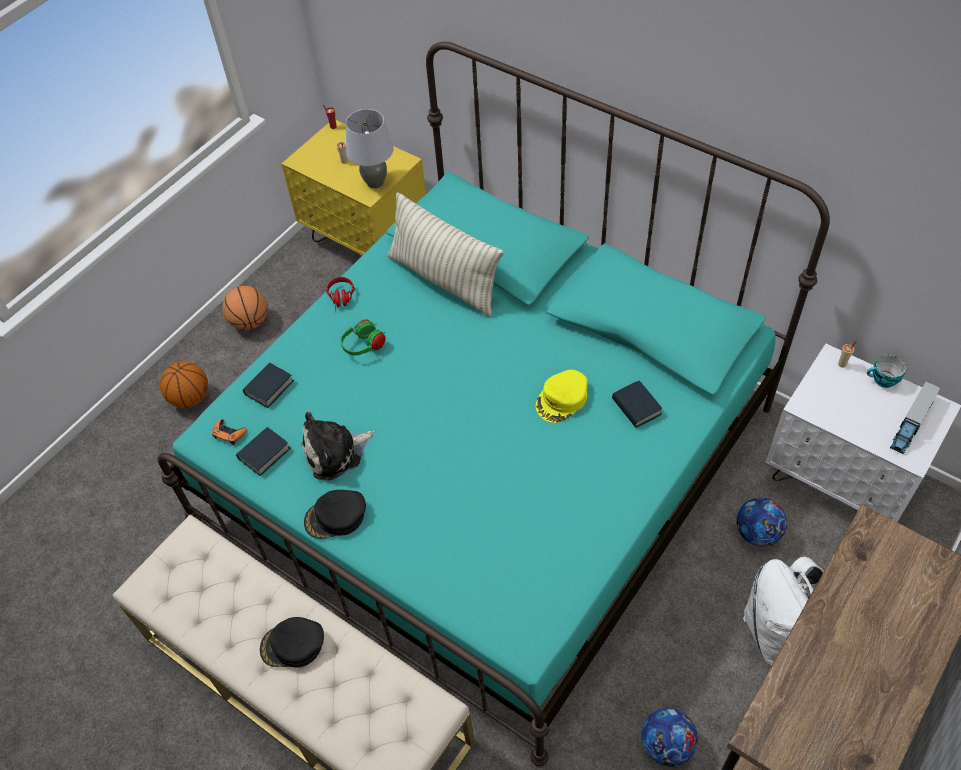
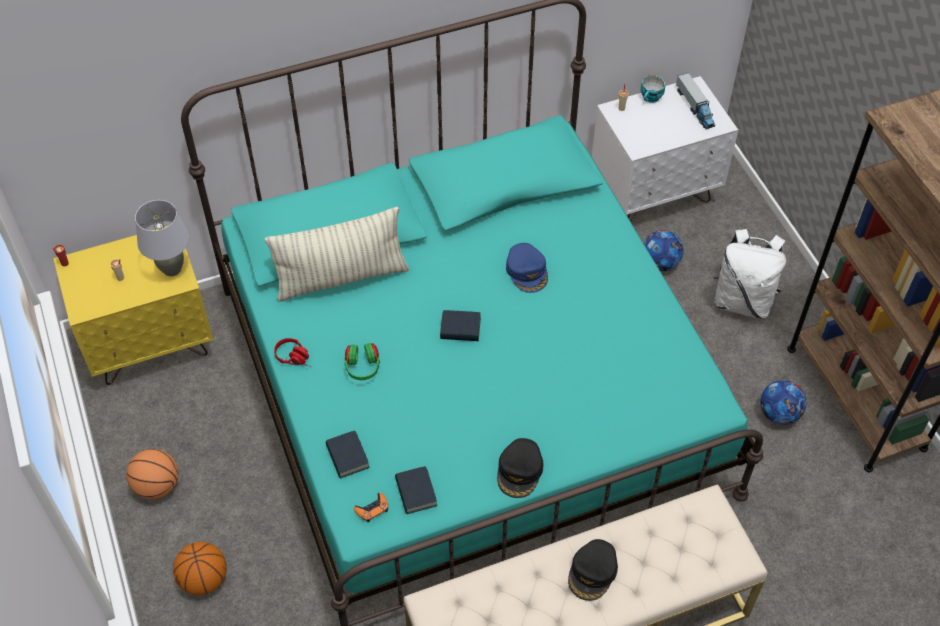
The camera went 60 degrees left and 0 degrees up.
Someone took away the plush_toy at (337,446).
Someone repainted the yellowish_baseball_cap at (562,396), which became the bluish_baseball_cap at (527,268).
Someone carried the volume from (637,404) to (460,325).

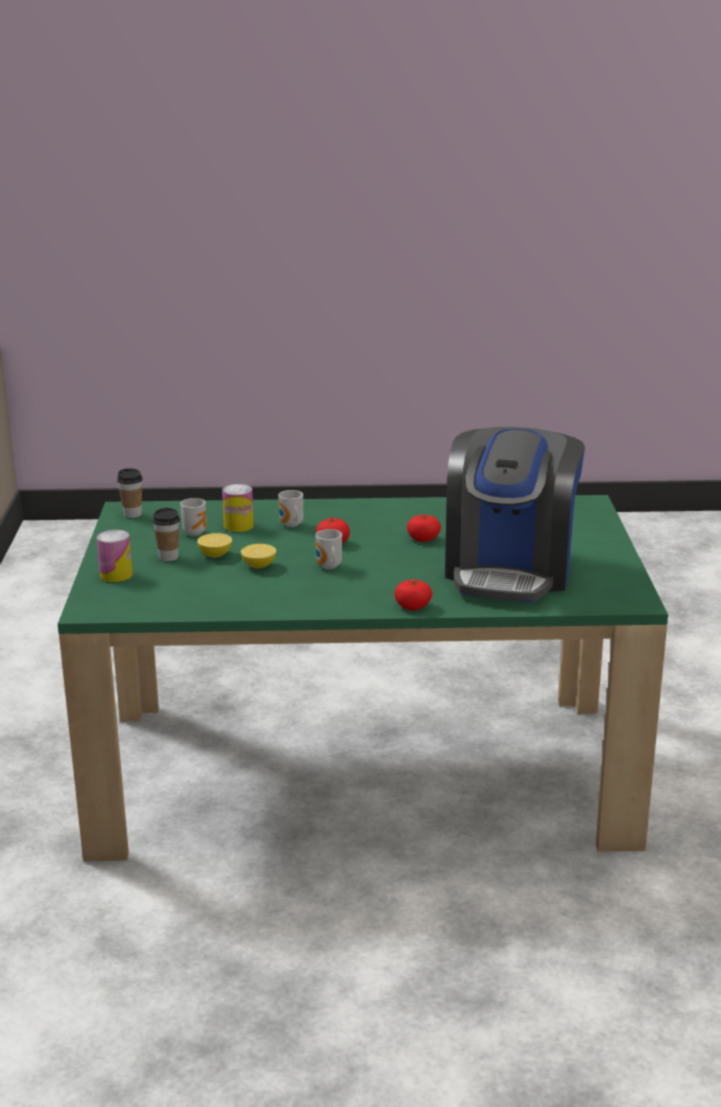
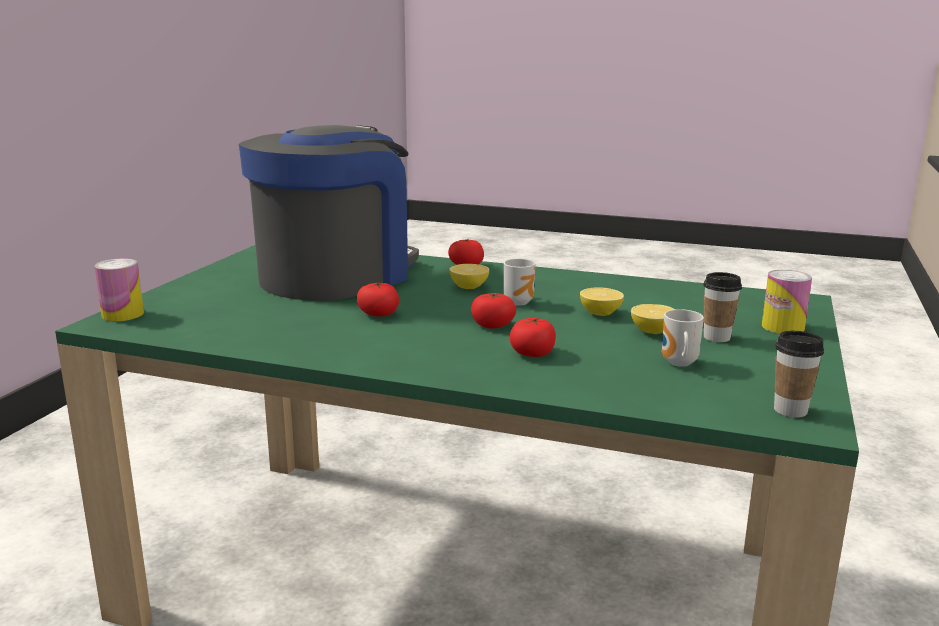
The camera went 160 degrees left and 5 degrees down.
Someone carried the metal_can from (238,508) to (119,289).
Someone swapped the mug at (290,508) for the fresh_tomato at (533,337).
Someone put down the whole_lemon at (469,276).

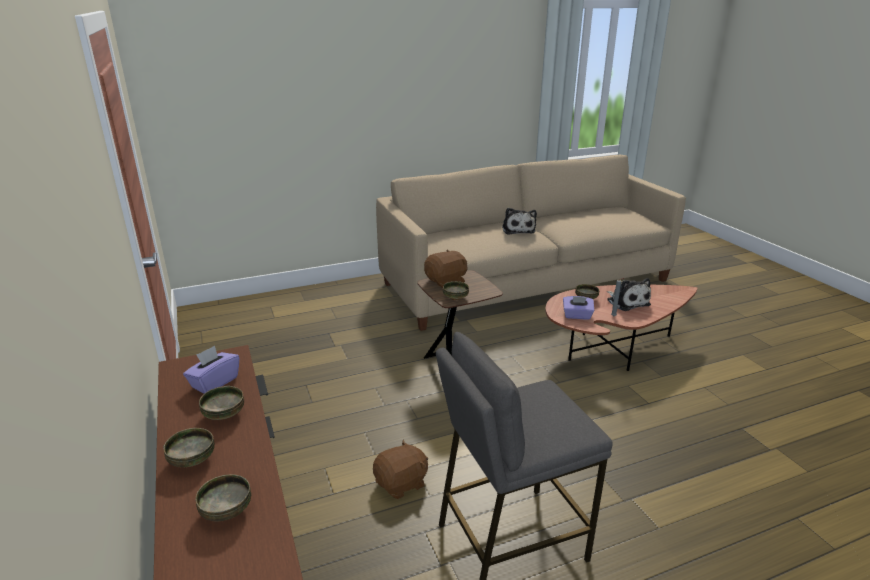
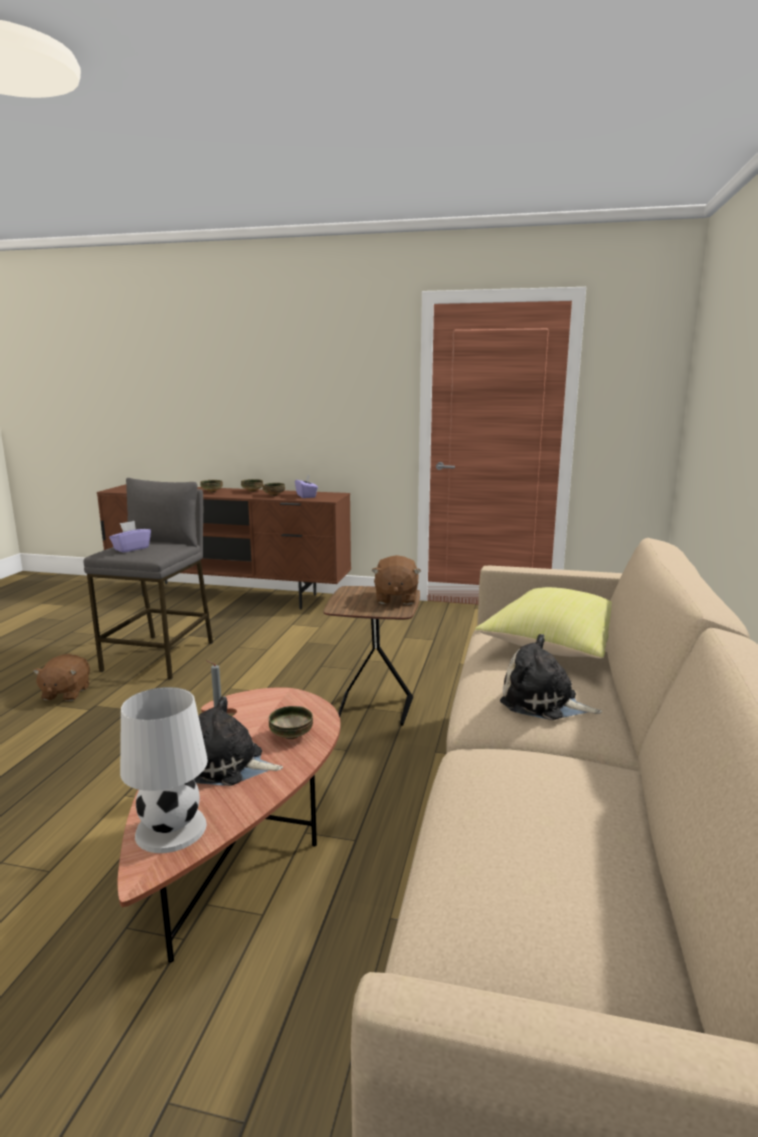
The camera went 125 degrees right and 10 degrees down.
Someone carried the brown_plush_toy from (400,469) to (61,677).
Someone took away the serving_bowl at (456,290).
Someone carried the purple_box_of_tissues from (578,308) to (130,537).
Someone put down the white_lamp_for_a_table at (164,770).
Someone put down the yellowish_throw_pillow at (543,623).

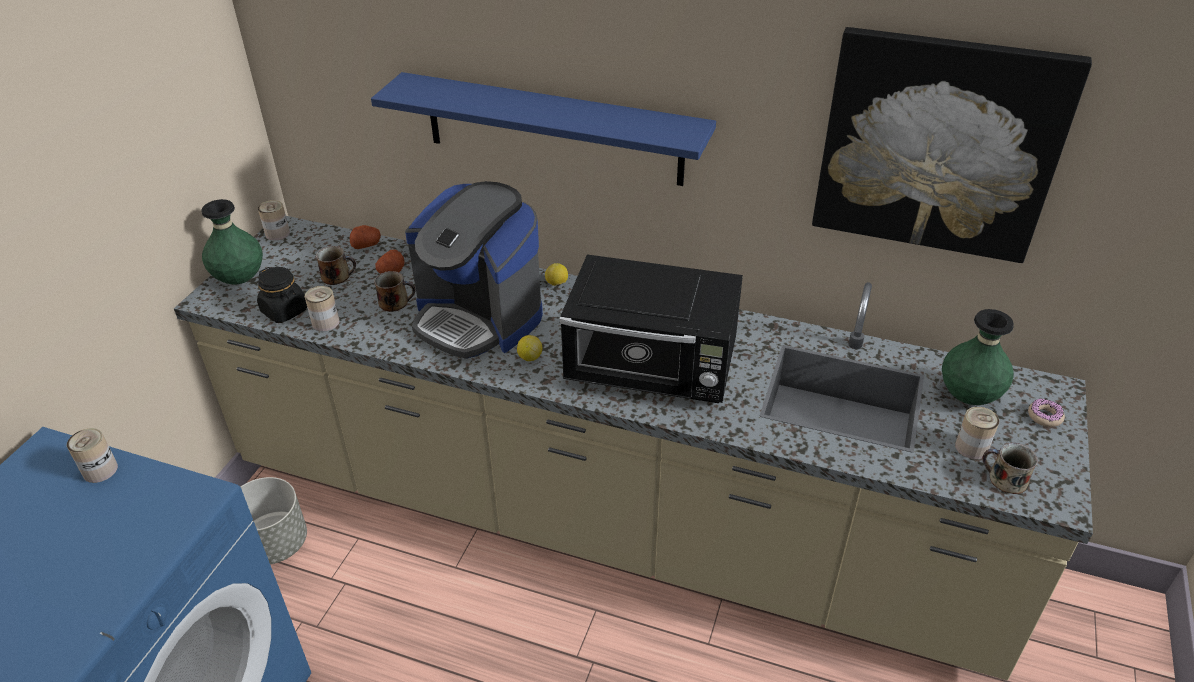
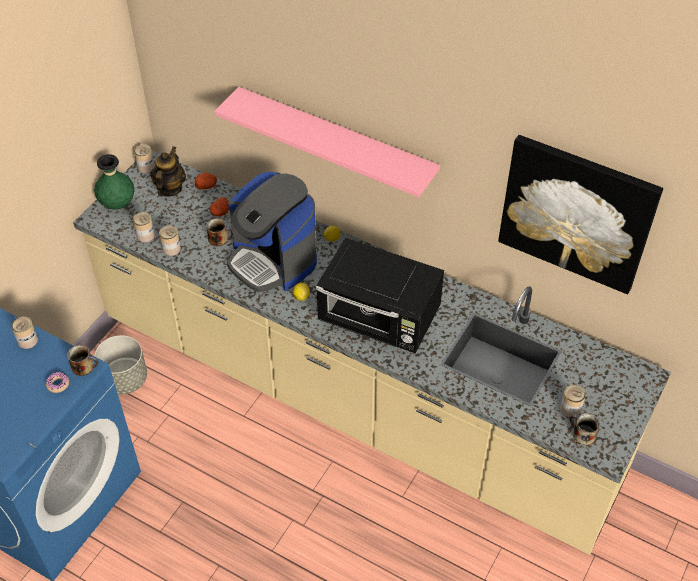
The camera went 10 degrees right and 10 degrees up.
Someone swapped the blackish_preserve_jar at (282,295) for the metal_can at (144,227).
Someone carried the mug from (336,265) to (83,360).
Someone repainted the bluish_wall_shelf at (543,129), which became the pinkish_wall_shelf at (327,142).
Someone took away the greenish_flower_vase at (978,357).
Someone carried the ring_doughnut from (1046,413) to (57,382).
Someone put down the tea_pot at (168,171).

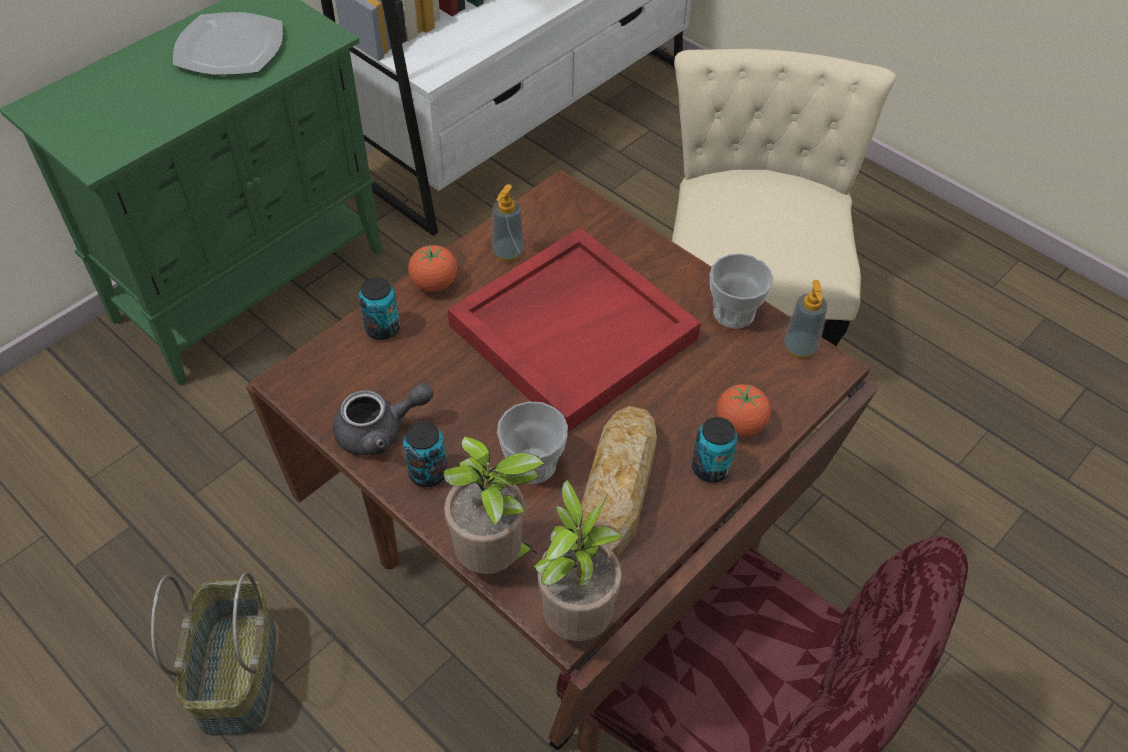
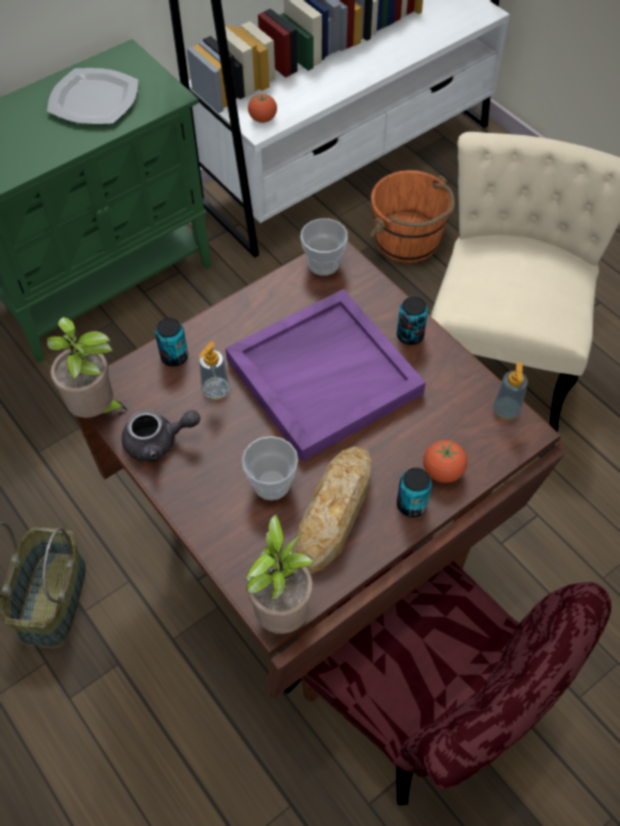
The camera went 10 degrees right and 5 degrees up.
Someone carried the metal_can from (425,454) to (412,321).
Someone carried the fresh_tomato from (432,268) to (262,108).
Someone carried the potted_plant from (494,505) to (87,367).
Someone repainted the red-coloured_serving_tray at (574,330), which became the purple_serving_tray at (325,375).
Someone carried the liquid_soap_bottle from (508,223) to (214,371).
Someone carried the small_cup from (741,291) to (324,247).
Someone put down the orange-coloured_pail at (412,216).

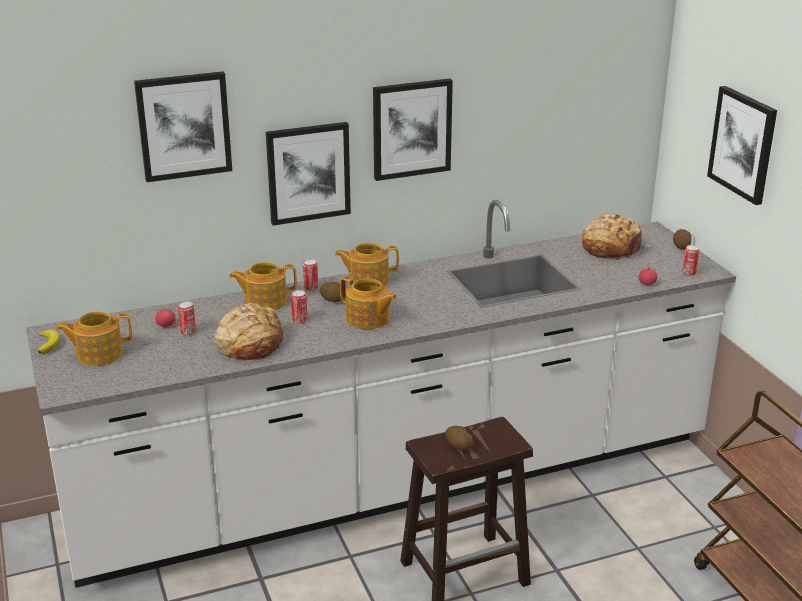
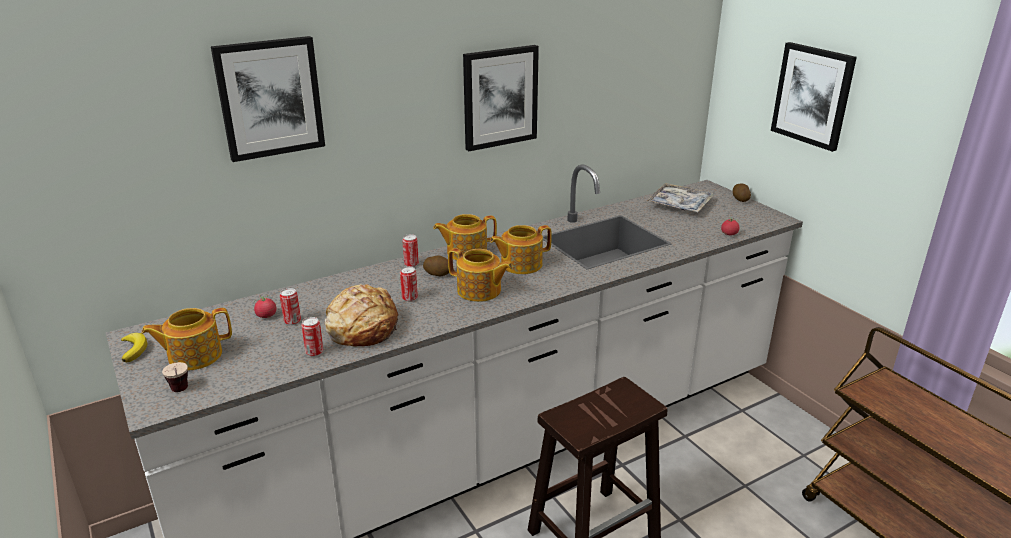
The camera went 10 degrees left and 0 degrees up.
Someone carried the tea_pot from (263,286) to (521,249).
Someone took away the picture at (308,174).
Someone took away the spud at (459,438).
Someone swapped the baked_bread at (616,236) for the serving_tray at (680,197).
Someone carried the metal_can from (691,260) to (312,337).
Someone put down the small_cup at (175,377).

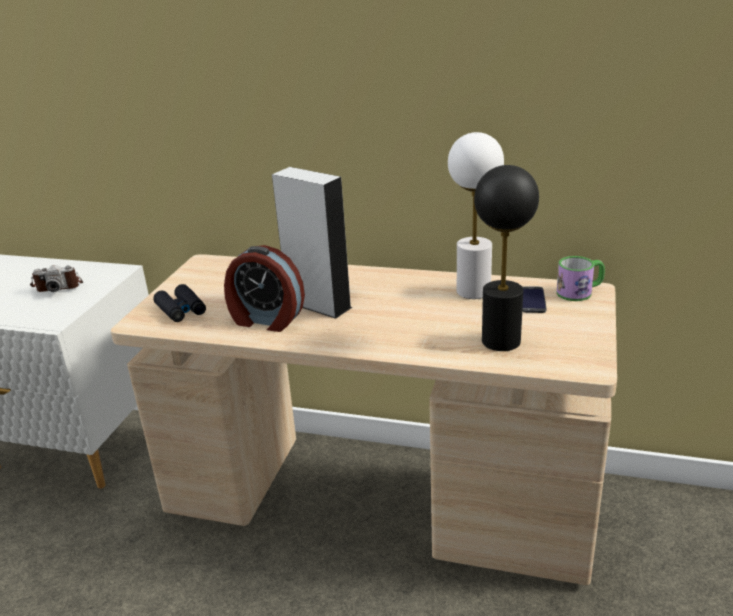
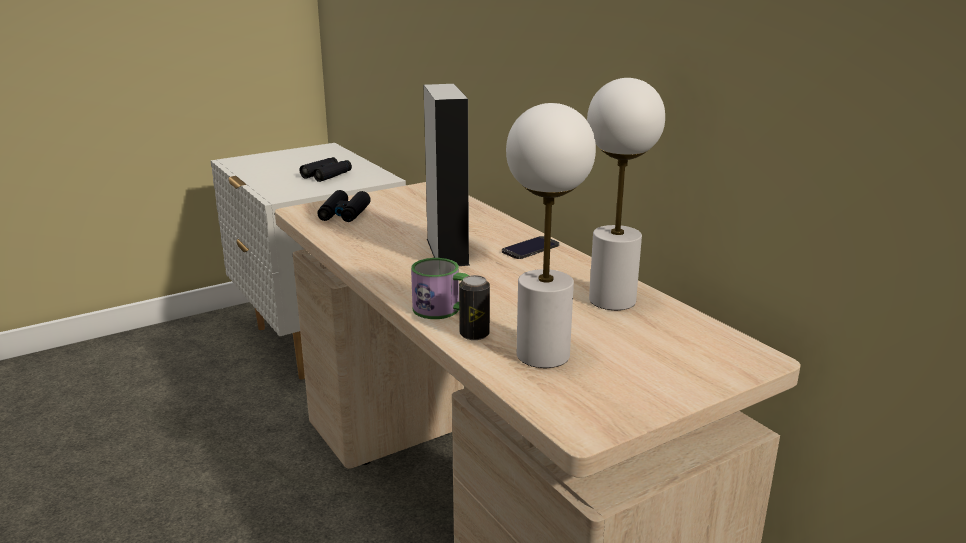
The camera went 40 degrees right and 5 degrees down.
Someone swapped the photo_camera at (56,278) for the blackish_binoculars at (326,169).
Someone took away the bedside_clock at (264,288).
Someone repainted the blackish_lamp_for_a_table at (506,258), which became the white_lamp_for_a_table at (551,235).
Someone carried the phone from (534,299) to (530,247).
Someone carried the mug from (581,278) to (440,288).
Someone put down the metal_can at (474,307).

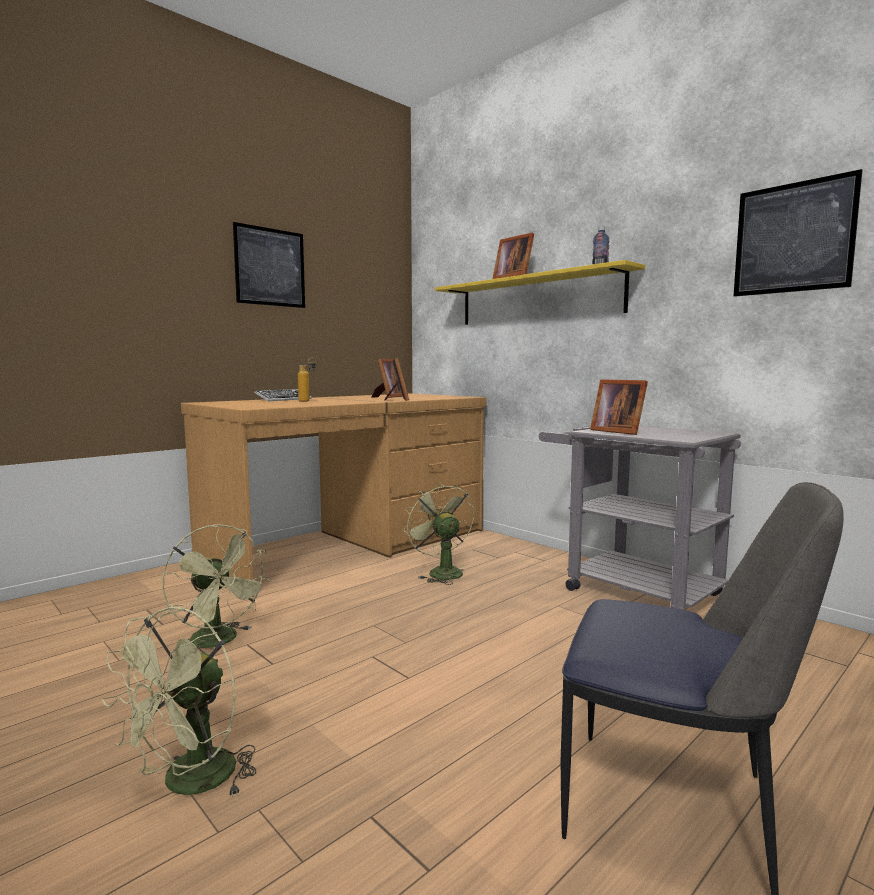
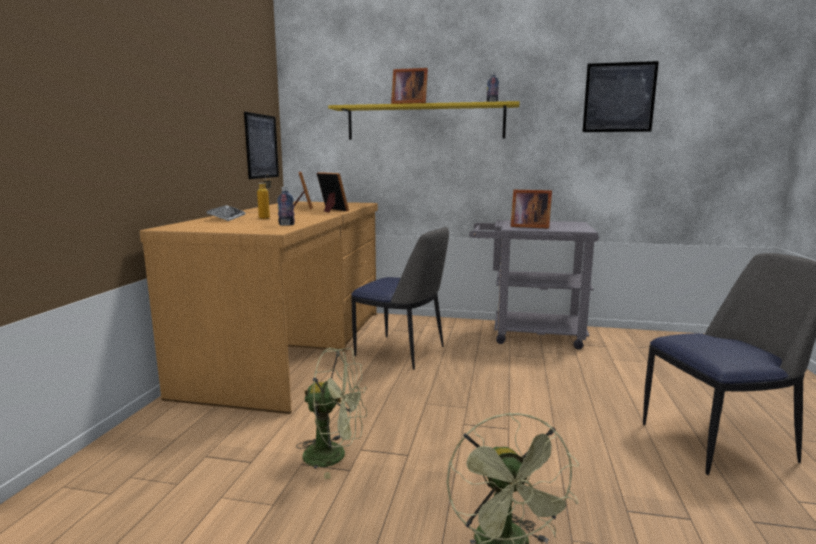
The camera went 35 degrees left and 5 degrees up.
Someone carried the picture from (269,265) to (261,145).
Someone swapped the greenish_cooling_fan at (439,533) for the upright_chair at (400,298).
Someone put down the beverage_bottle at (286,206).

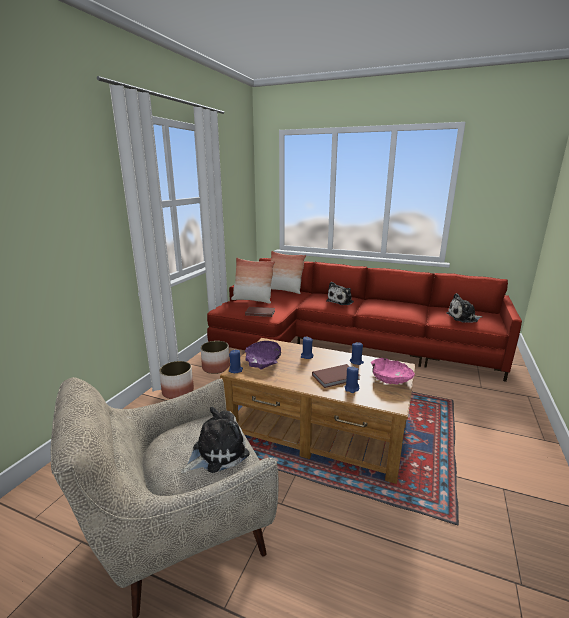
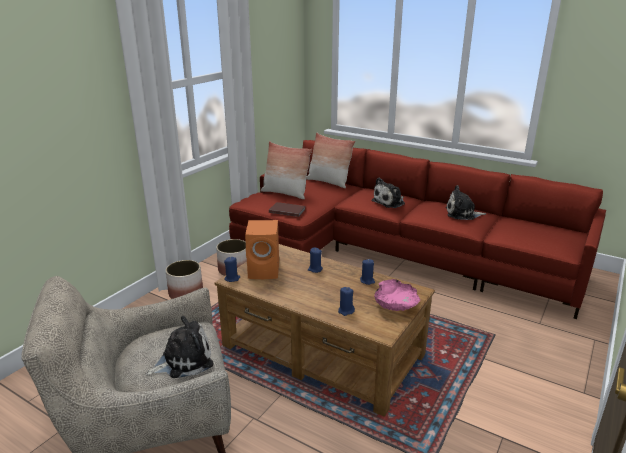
The camera went 10 degrees right and 5 degrees up.
Someone swapped the purple_serving_bowl at (263,355) for the orange-coloured_audio_speaker at (262,249).
Someone took away the brown_volume at (336,376).
Someone carried the plush_toy from (464,308) to (466,202).

